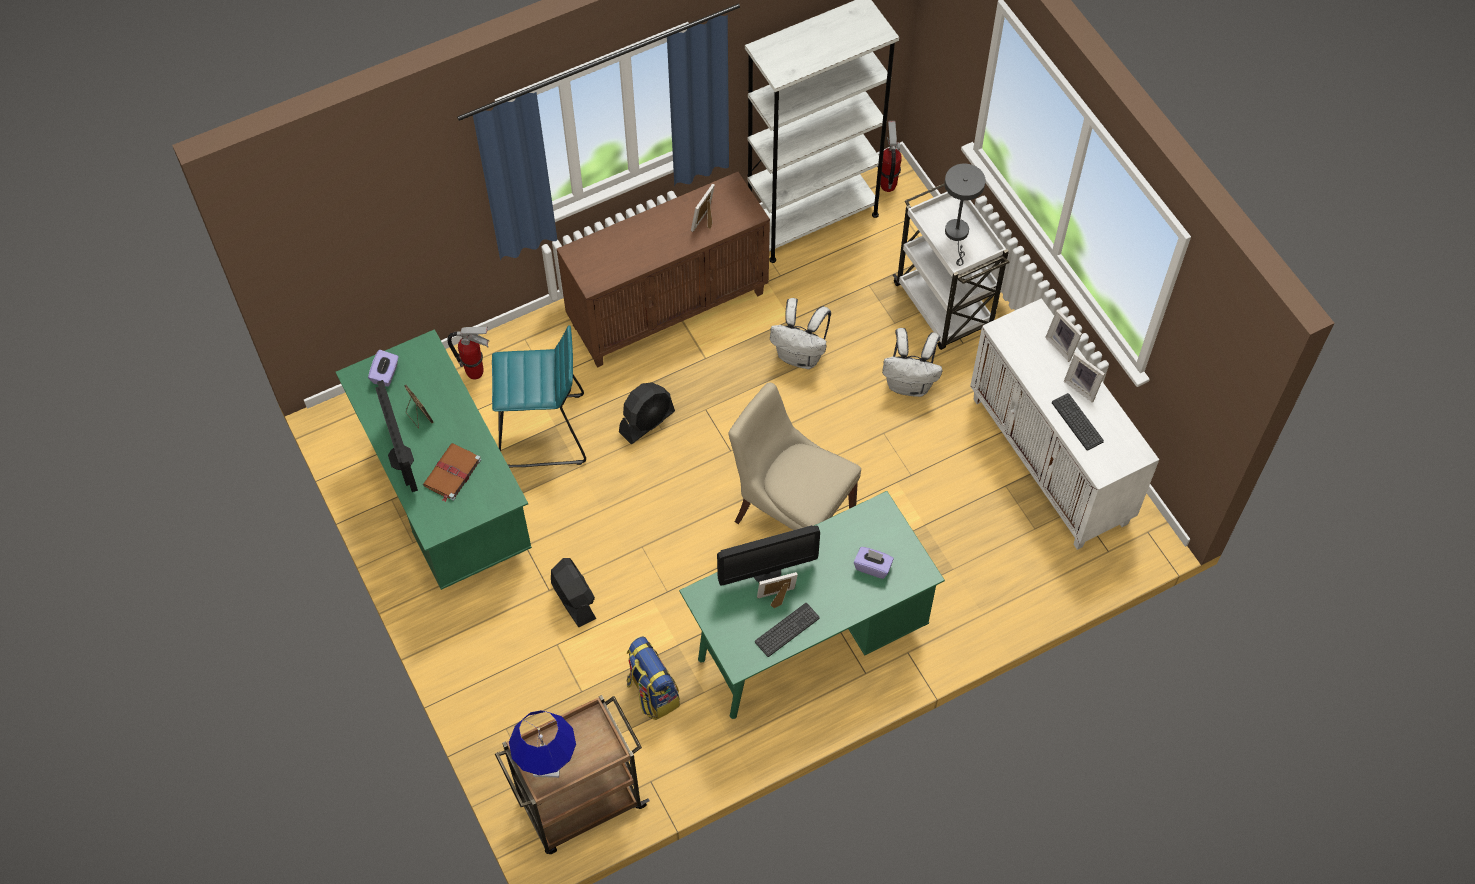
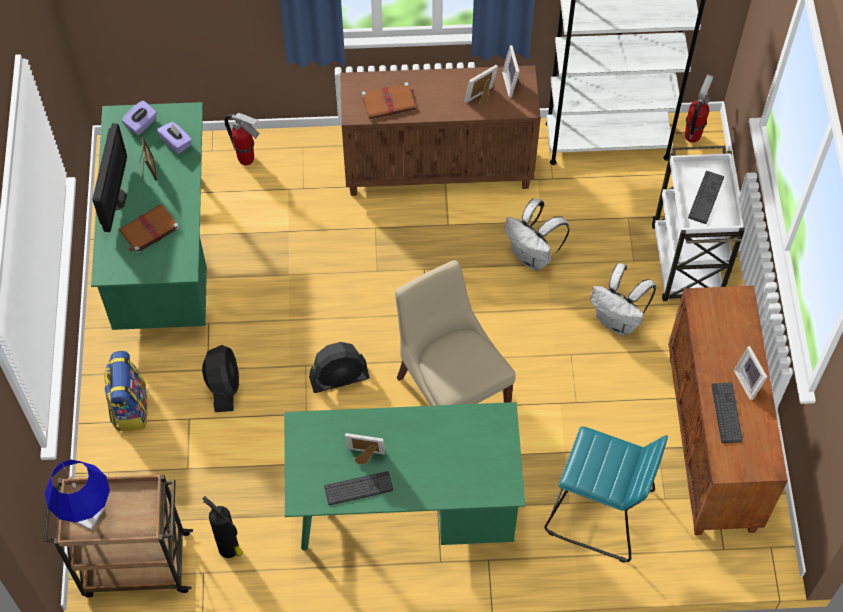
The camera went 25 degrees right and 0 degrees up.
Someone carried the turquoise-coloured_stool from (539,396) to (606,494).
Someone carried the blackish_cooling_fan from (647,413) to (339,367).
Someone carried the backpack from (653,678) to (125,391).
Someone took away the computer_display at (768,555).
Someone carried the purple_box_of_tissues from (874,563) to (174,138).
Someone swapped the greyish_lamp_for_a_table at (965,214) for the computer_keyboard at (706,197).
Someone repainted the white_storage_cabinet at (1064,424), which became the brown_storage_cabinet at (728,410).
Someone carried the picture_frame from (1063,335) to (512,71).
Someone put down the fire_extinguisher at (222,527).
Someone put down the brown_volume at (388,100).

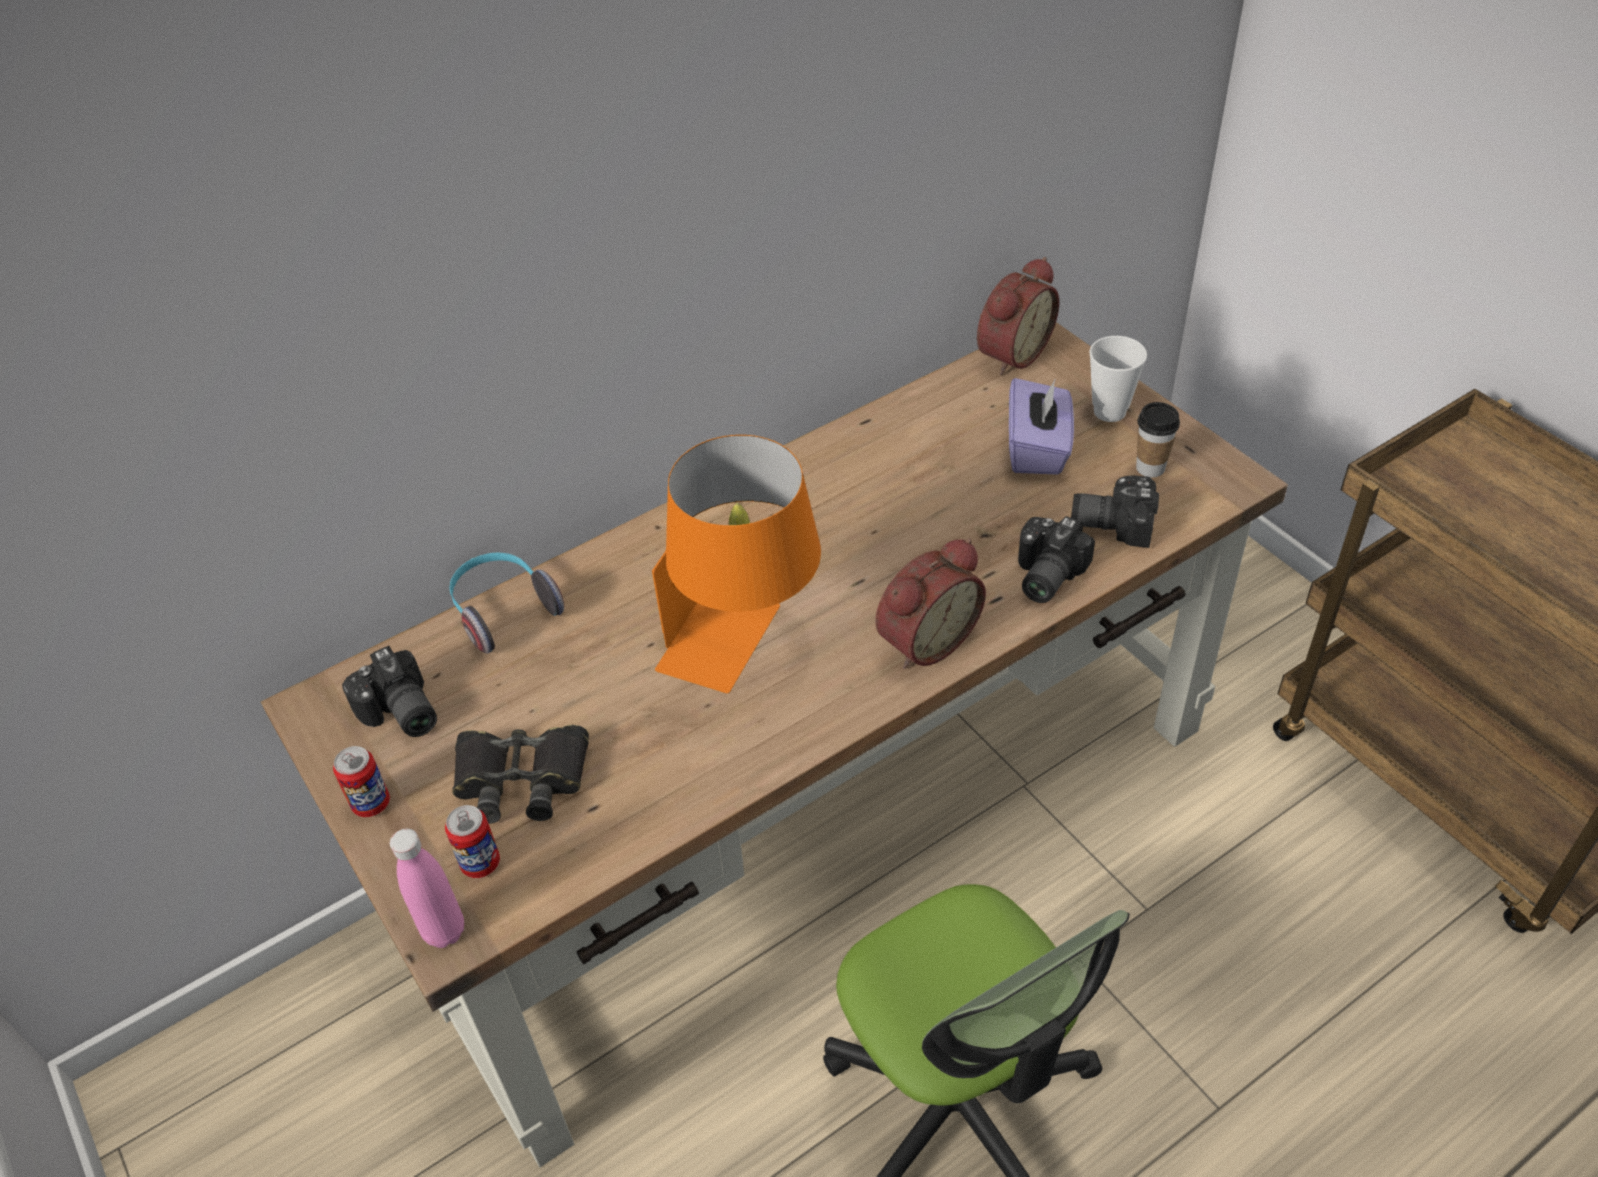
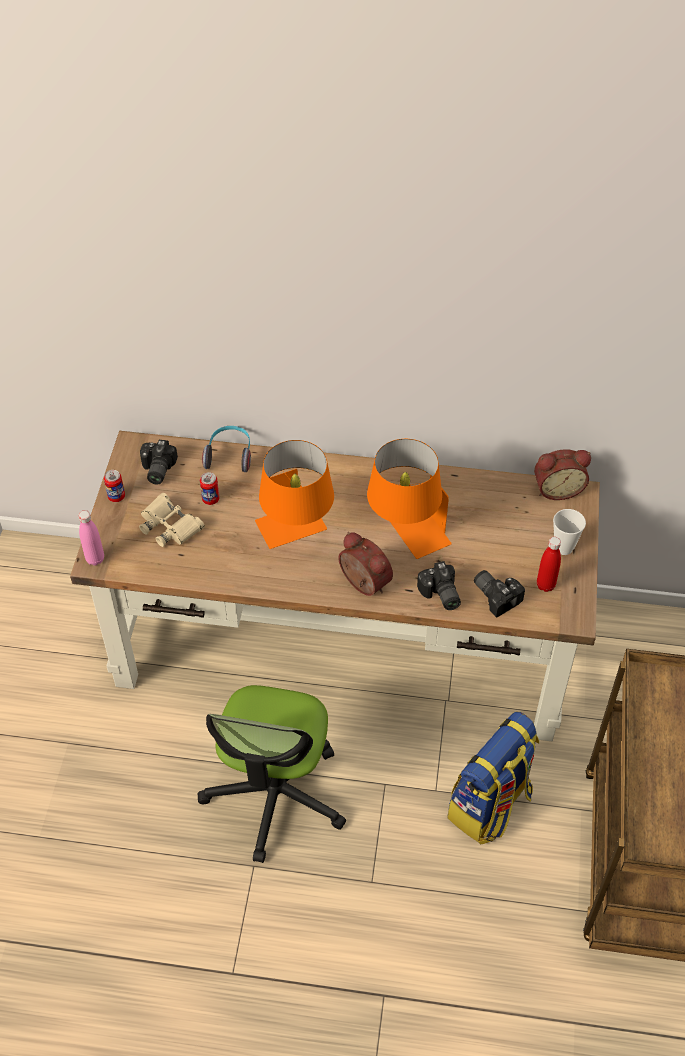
The camera went 40 degrees right and 5 degrees up.
Someone carried the metal_can from (472,841) to (209,488).
Someone repainted the blackish_binoculars at (520,774), which became the beige_binoculars at (172,520).
Someone rotated the bedside_clock at (930,603) by 135 degrees counterclockwise.
Someone took away the purple_box_of_tissues at (1041,426).
Someone rotated the photo_camera at (1056,559) by 90 degrees counterclockwise.
Someone swapped the small_cup at (1158,440) for the red-coloured_beverage_bottle at (549,564).
Someone put down the orange-coloured_lamp_for_a_table at (409,499).
Someone put down the backpack at (493,778).

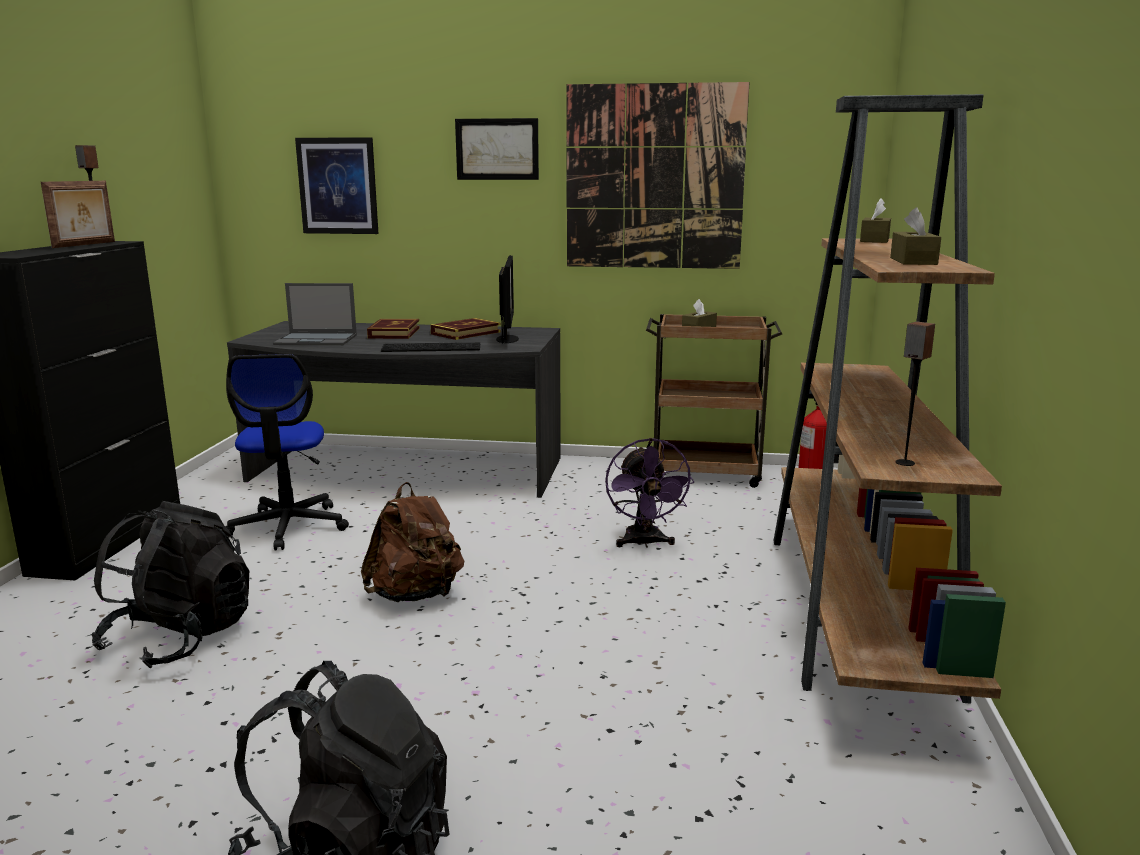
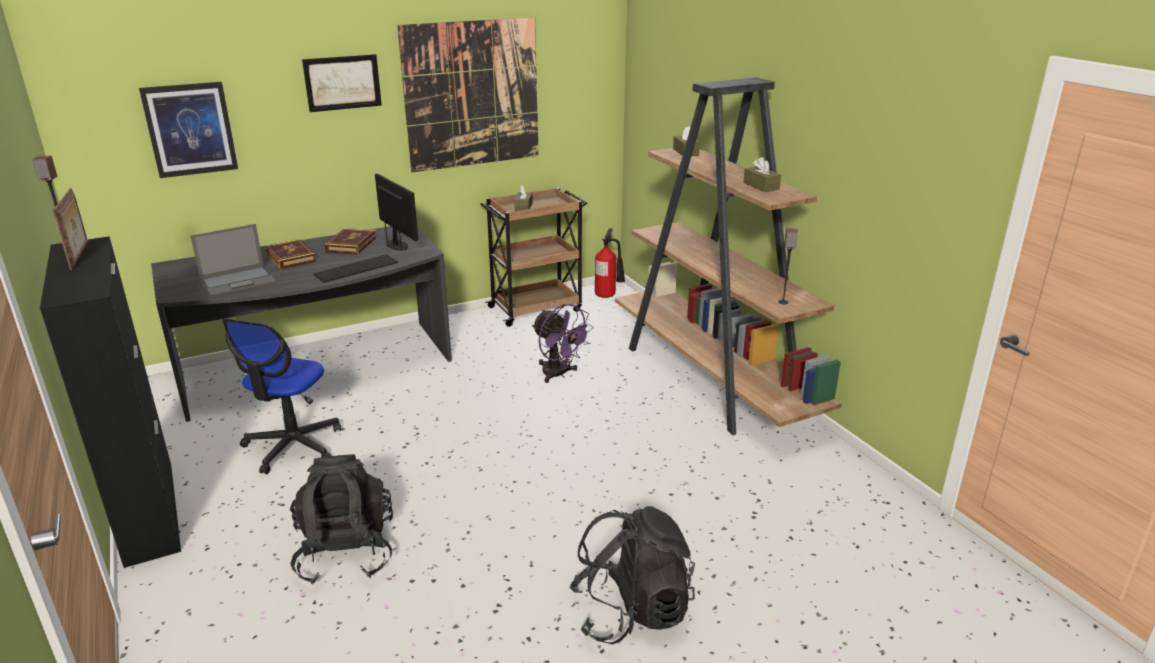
The camera went 35 degrees left and 10 degrees up.
Someone rotated the computer_chair at (287,452) by 60 degrees clockwise.
Someone took away the brown_backpack at (412,542).

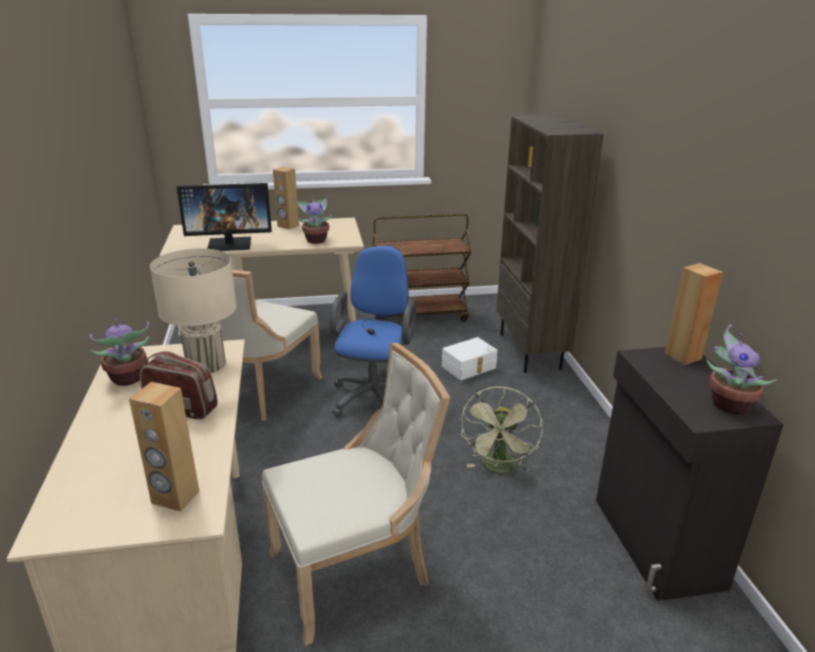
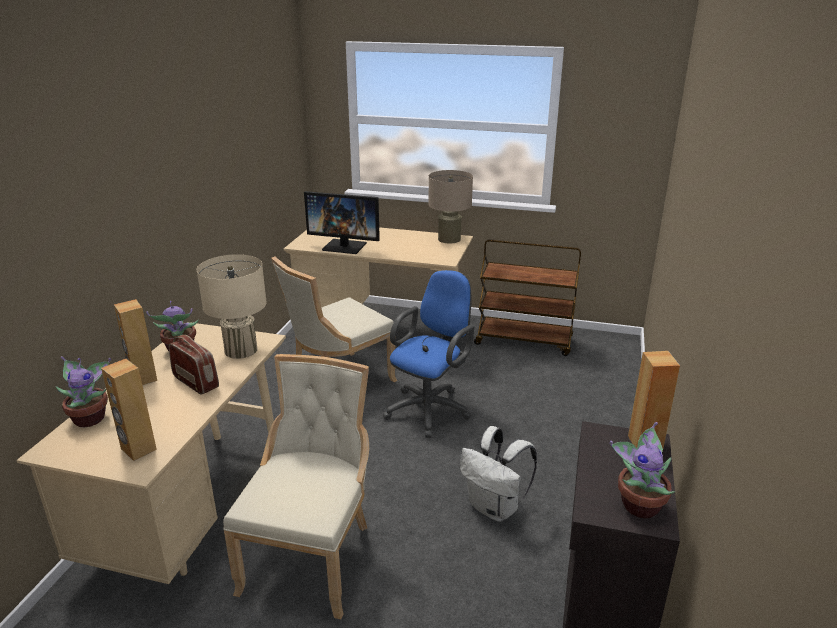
The camera went 25 degrees right and 0 degrees up.
Someone rotated the beige_upright_chair at (356,494) by 75 degrees counterclockwise.
Someone carried the brown_audio_speaker from (286,198) to (135,342).
Someone carried the potted_plant from (313,219) to (83,391).
Someone took away the white_storage_container at (470,358).
Someone swapped the greenish_cooling_fan at (501,430) for the white_backpack at (498,474).
Someone took away the brown_bookcase at (550,243).
Someone put down the beige_lamp_for_a_table at (450,206).

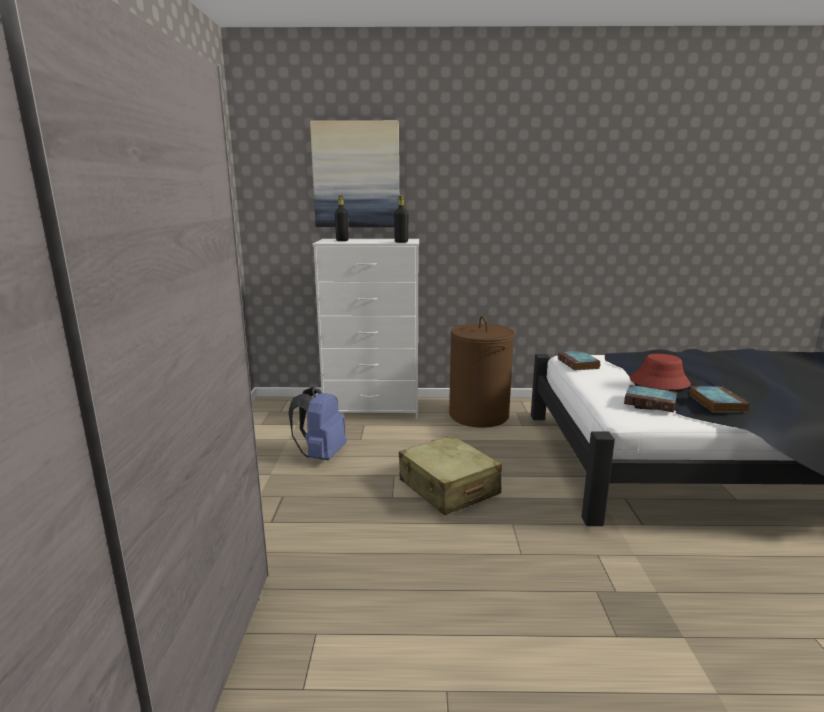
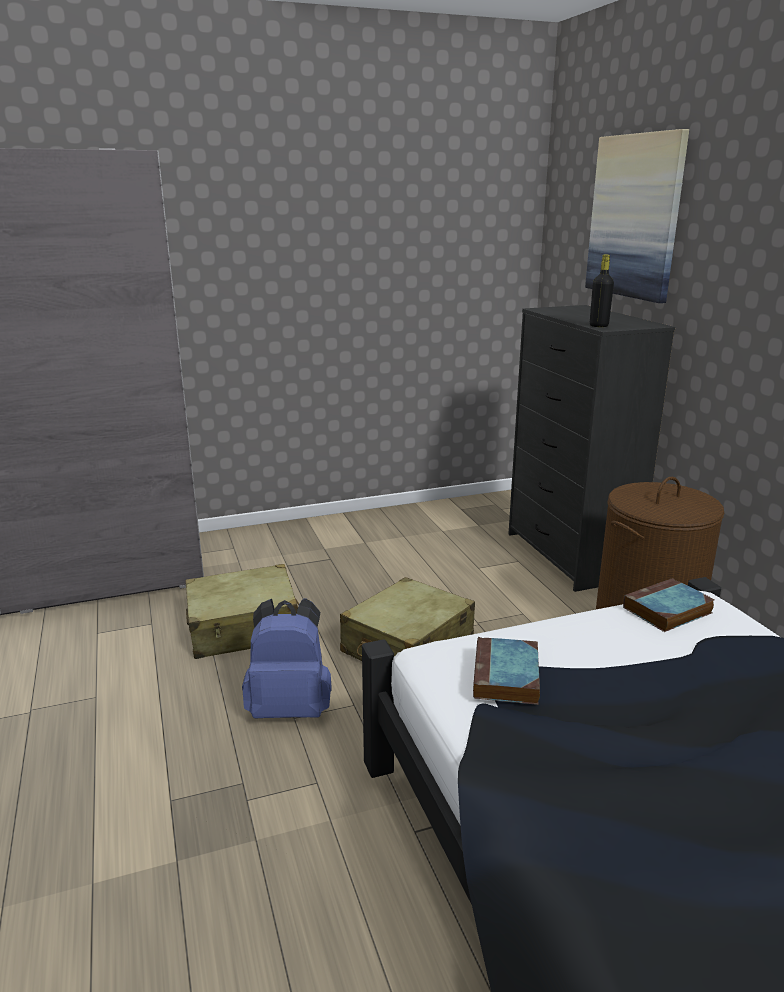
The camera went 70 degrees right and 5 degrees up.
Someone carried the bluish_backpack from (317,424) to (287,658).
Someone repainted the white_dresser at (366,329), which became the blackish_dresser at (591,448).
Someone took away the blackish_beverage_bottle at (342,218).
Someone took away the red-coloured_wearable_hat at (660,372).
Someone took away the volume at (719,399).
Someone put down the beige_travel_case at (242,611).

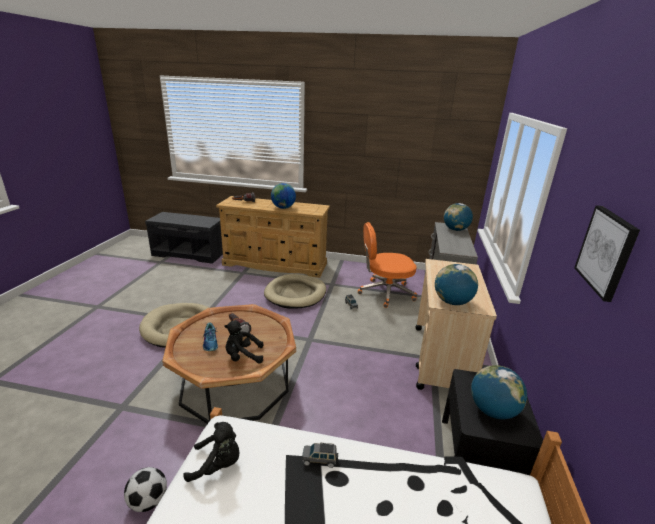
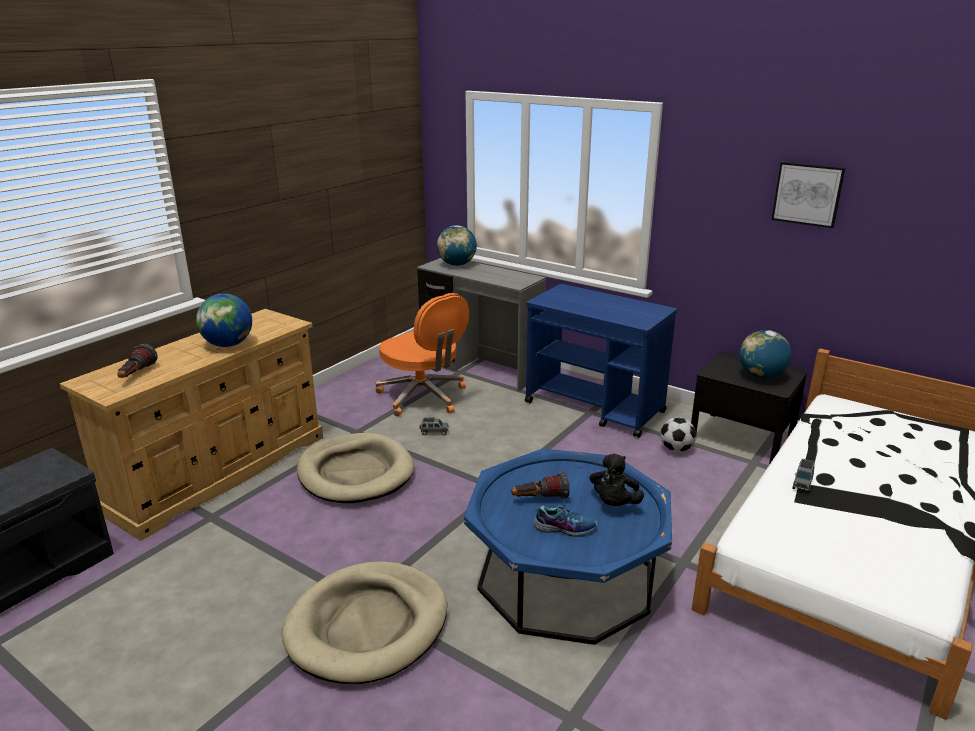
The camera went 65 degrees left and 0 degrees up.
Someone carried the football from (145,489) to (678,434).
Someone repainted the brown_coffee_table at (229,364), which became the bluish_coffee_table at (568,547).
Someone took away the blackish_plush_toy at (211,452).
Someone rotated the orange-coloured_computer_chair at (387,265) by 60 degrees counterclockwise.
Someone repainted the beige_trolley at (456,324), which became the bluish_trolley at (601,361).
Someone took away the world_globe at (456,284).

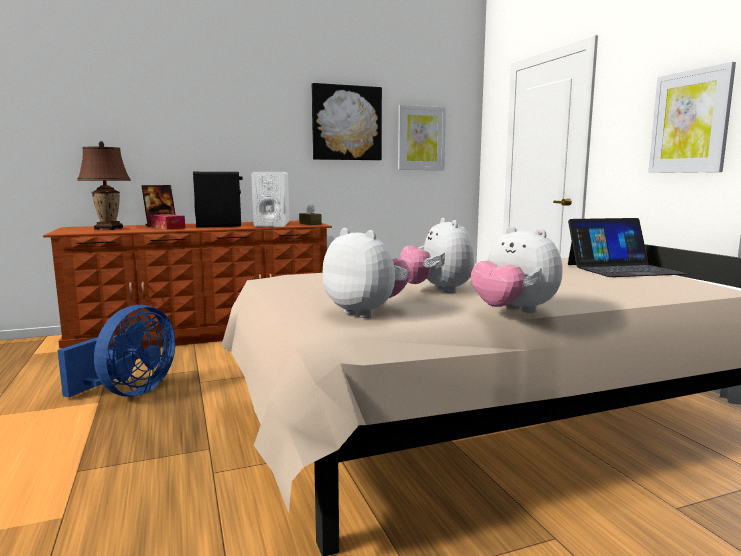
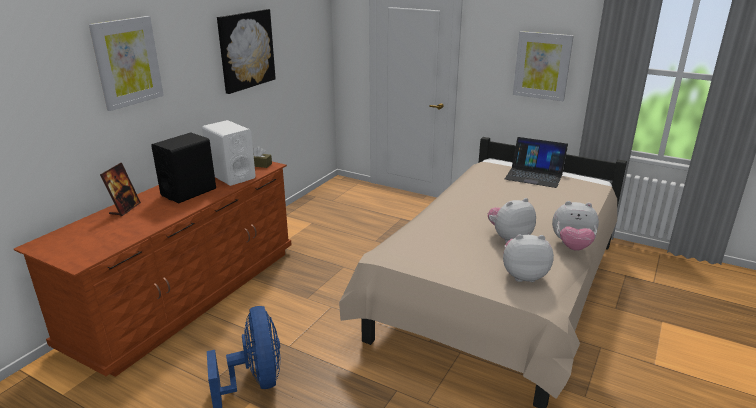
The camera went 40 degrees left and 15 degrees up.
Someone took away the brown_lamp_for_a_table at (104,185).
Someone took away the box_of_tissues at (168,222).
Someone carried the picture from (422,137) to (126,63).
Someone rotated the plush_toy at (437,255) by 120 degrees clockwise.
Someone rotated the laptop at (627,247) by 75 degrees clockwise.

